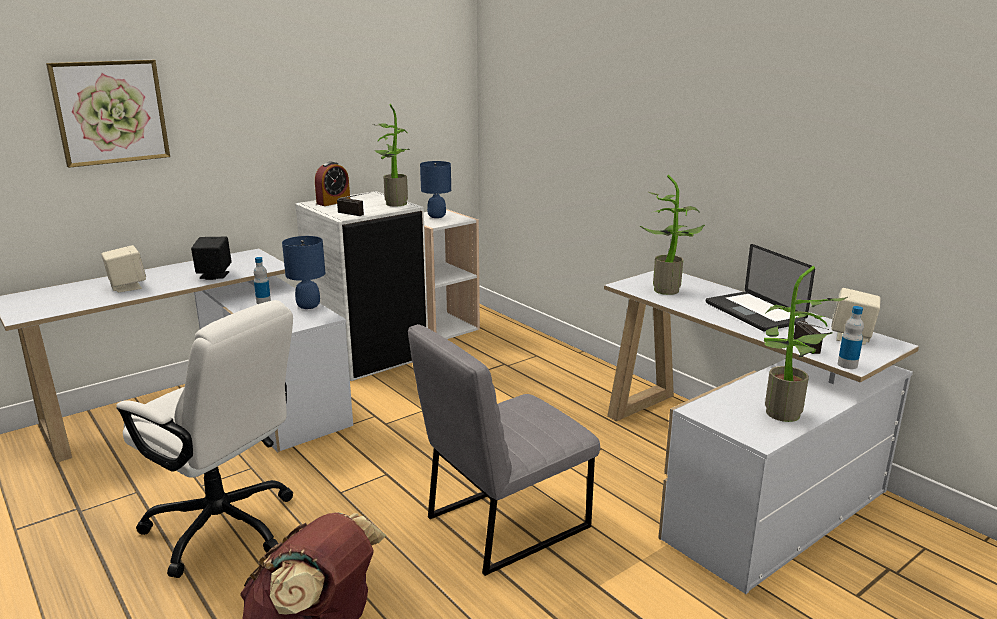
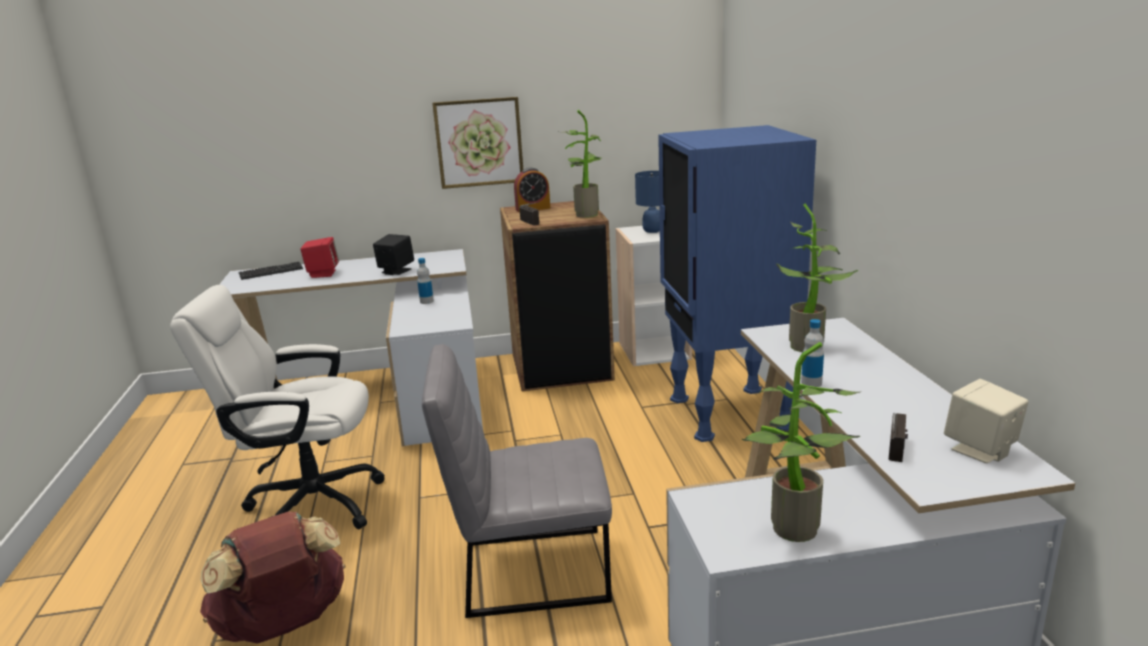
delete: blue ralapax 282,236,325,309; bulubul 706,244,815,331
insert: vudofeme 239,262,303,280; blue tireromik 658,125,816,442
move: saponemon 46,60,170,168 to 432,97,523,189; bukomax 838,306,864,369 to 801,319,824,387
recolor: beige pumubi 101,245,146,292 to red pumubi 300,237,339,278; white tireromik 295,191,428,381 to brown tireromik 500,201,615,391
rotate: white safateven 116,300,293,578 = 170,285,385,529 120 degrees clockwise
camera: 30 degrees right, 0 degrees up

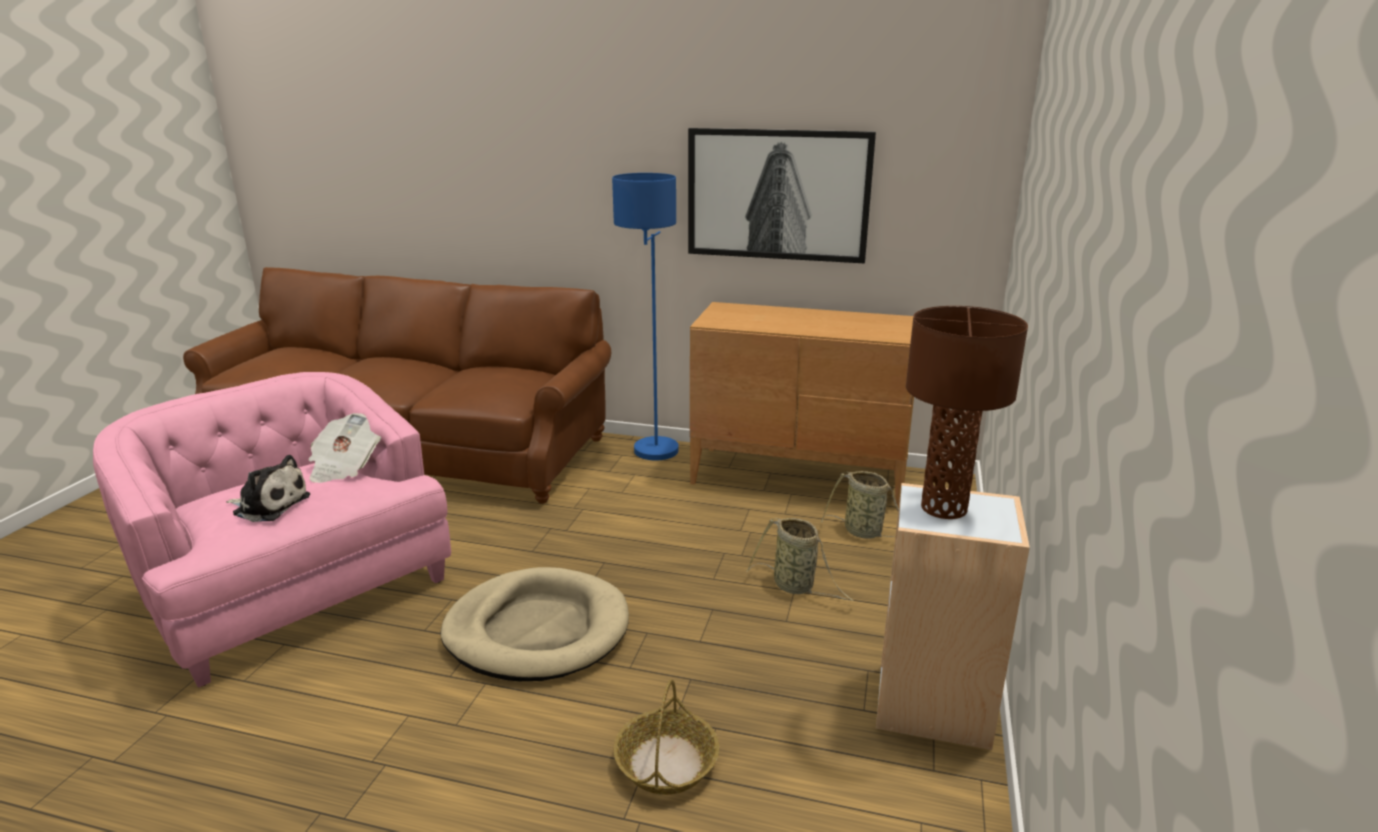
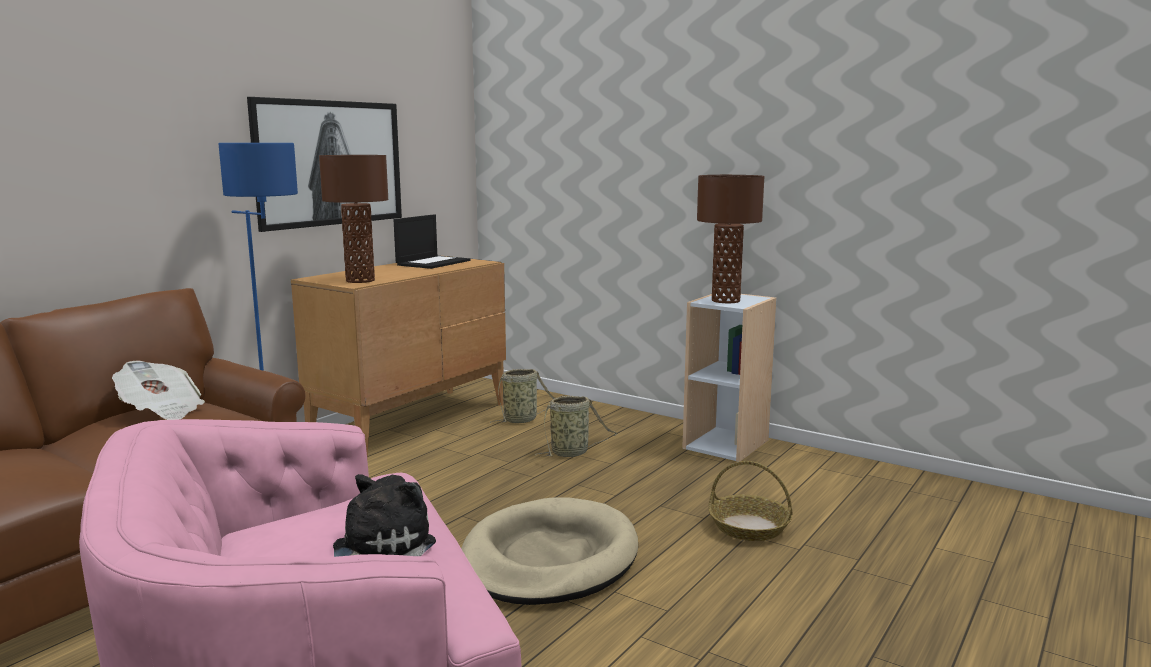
insert: brown ralapax 319,155,388,283; bulubul 394,214,471,269
move: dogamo 308,413,381,483 to 112,361,205,420
camera: 70 degrees left, 10 degrees down

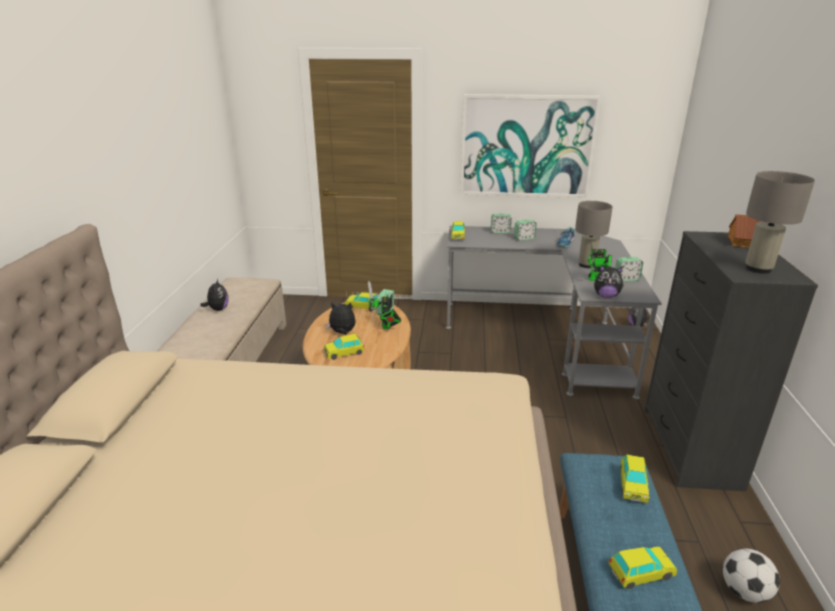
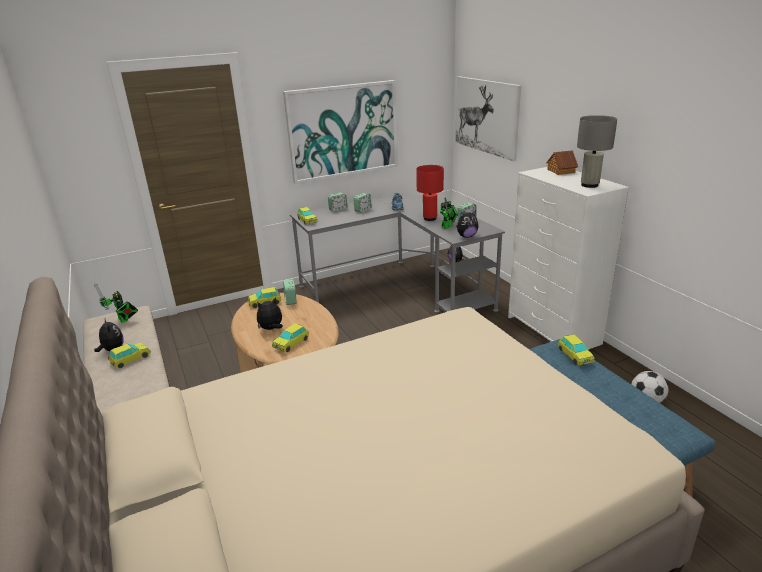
insert: saponemon 455,76,521,161
move: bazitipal 367,281,401,329 to 94,283,138,323; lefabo 608,547,678,589 to 108,343,151,368
recolor: grey ralapax 575,201,613,268 to red ralapax 416,165,444,221; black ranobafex 644,231,818,491 to white ranobafex 508,167,629,350
camera: 30 degrees left, 0 degrees up

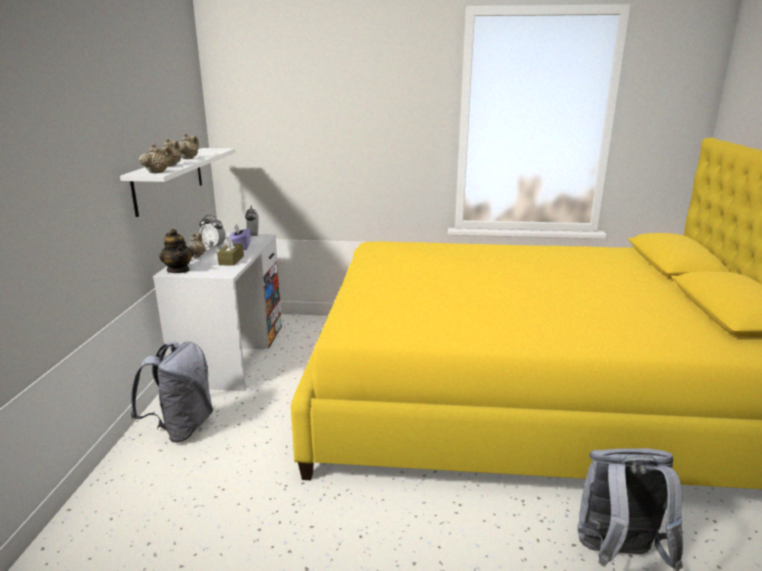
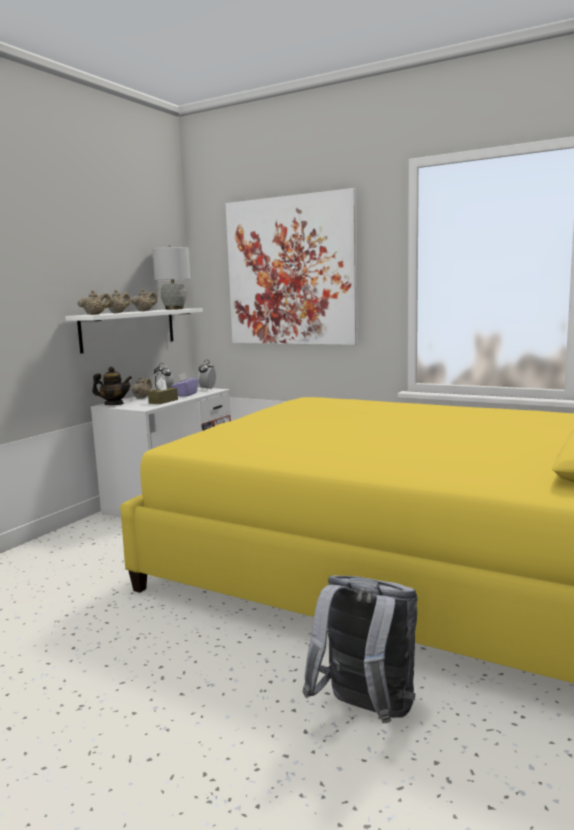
delete: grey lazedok 131,341,213,443
insert: white ralapax 152,245,190,310; saponemon 226,188,358,345
rotate: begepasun 160,229,193,273 = 92,367,132,405 75 degrees counterclockwise
camera: 25 degrees right, 10 degrees down

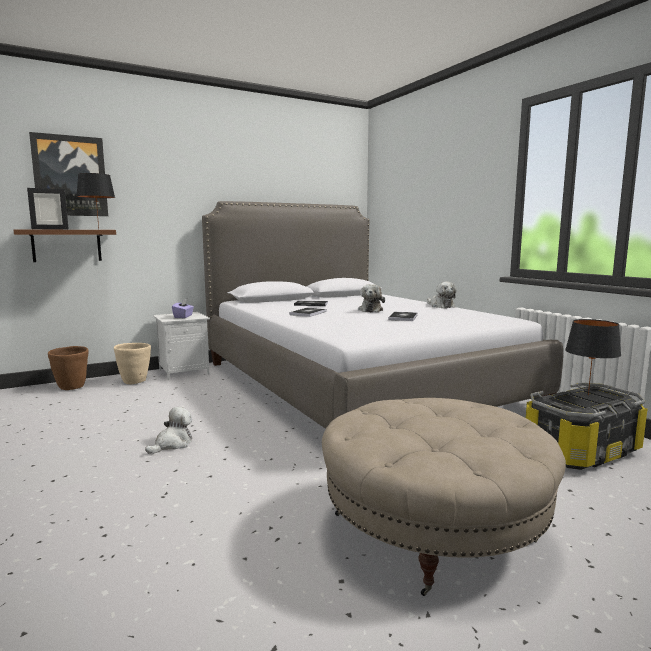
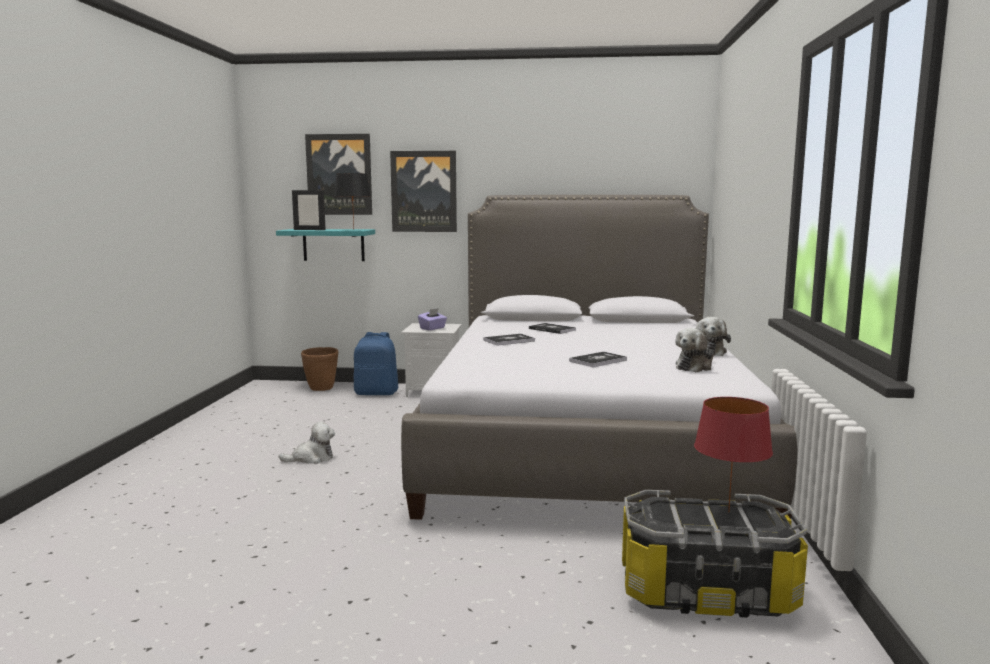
delete: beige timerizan 322,398,566,596
insert: saponemon 390,151,457,232
move: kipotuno 358,284,385,312 to 675,328,714,372
replace: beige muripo 114,343,151,384 to blue lazedok 354,332,398,395
recolor: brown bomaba 13,229,116,262 to turquoise bomaba 276,229,375,261; black ralapax 565,319,621,395 to red ralapax 694,397,773,513
camera: 35 degrees right, 0 degrees up

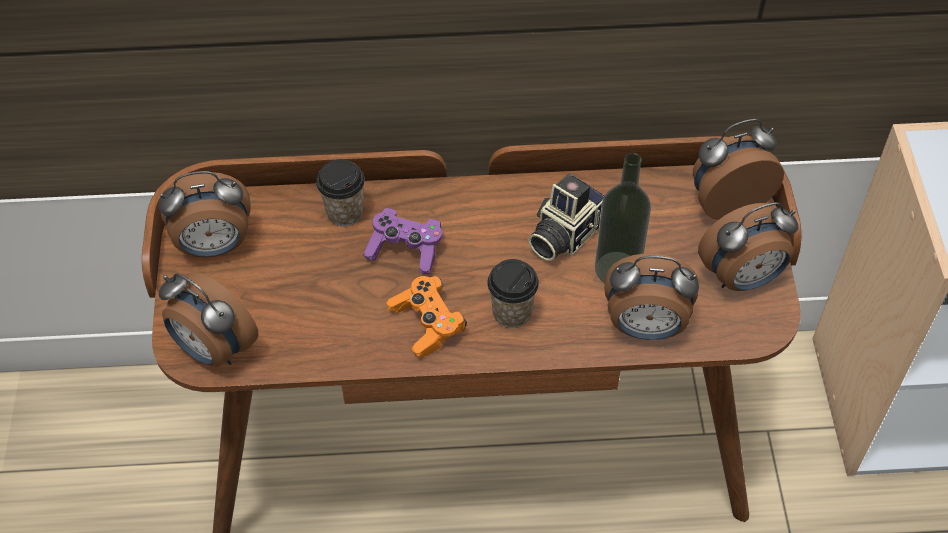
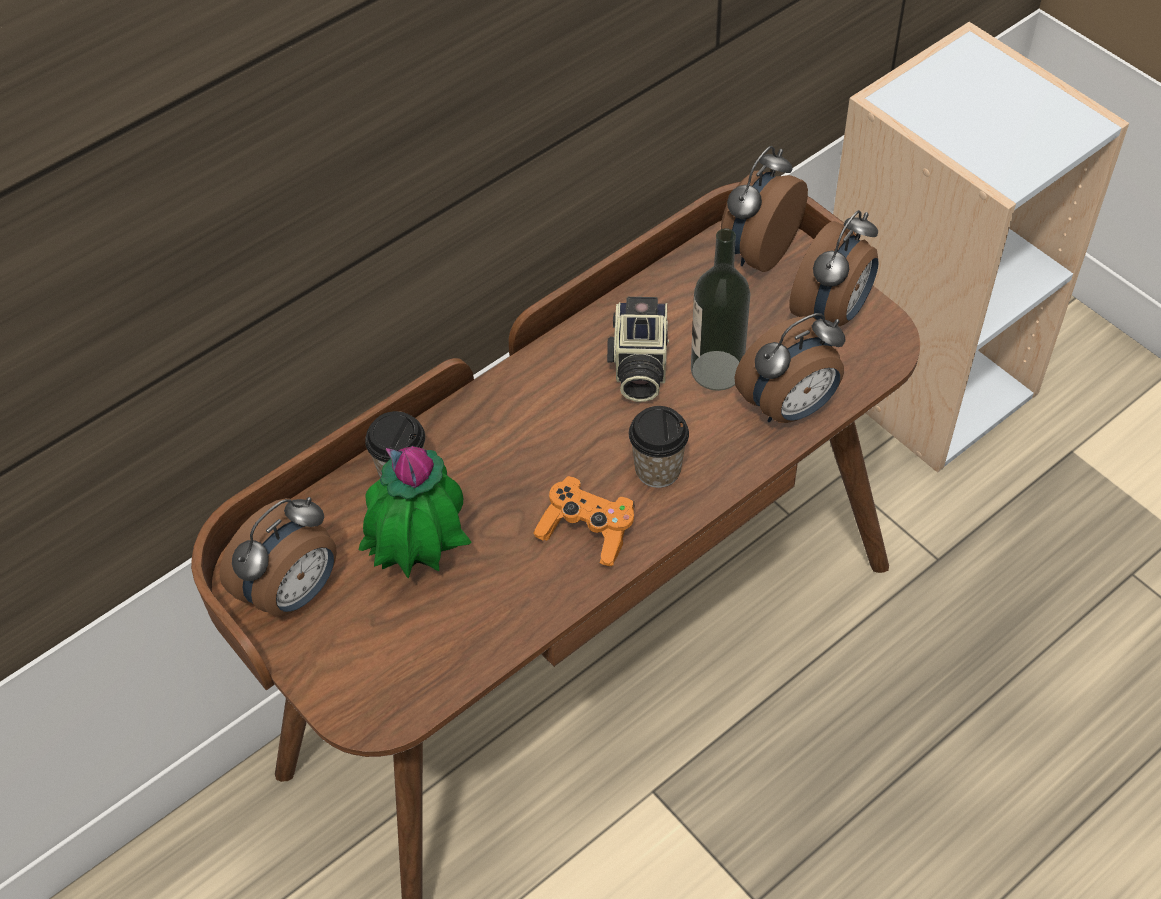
delete: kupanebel 159,272,259,367; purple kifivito 363,208,442,275
insert: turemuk 359,446,472,579
camera: 35 degrees left, 0 degrees up

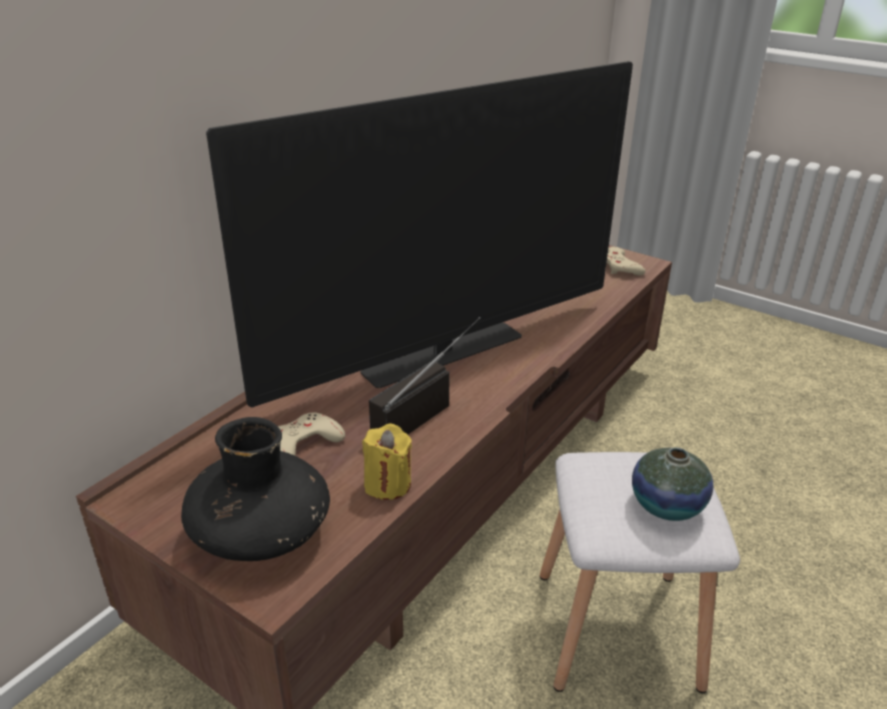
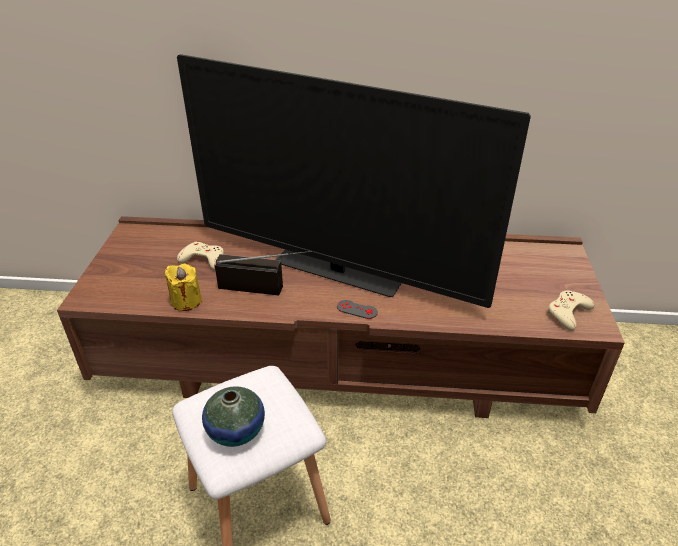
delete: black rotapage 181,417,330,561
insert: grey kifivito 337,300,378,319
camera: 60 degrees right, 5 degrees up

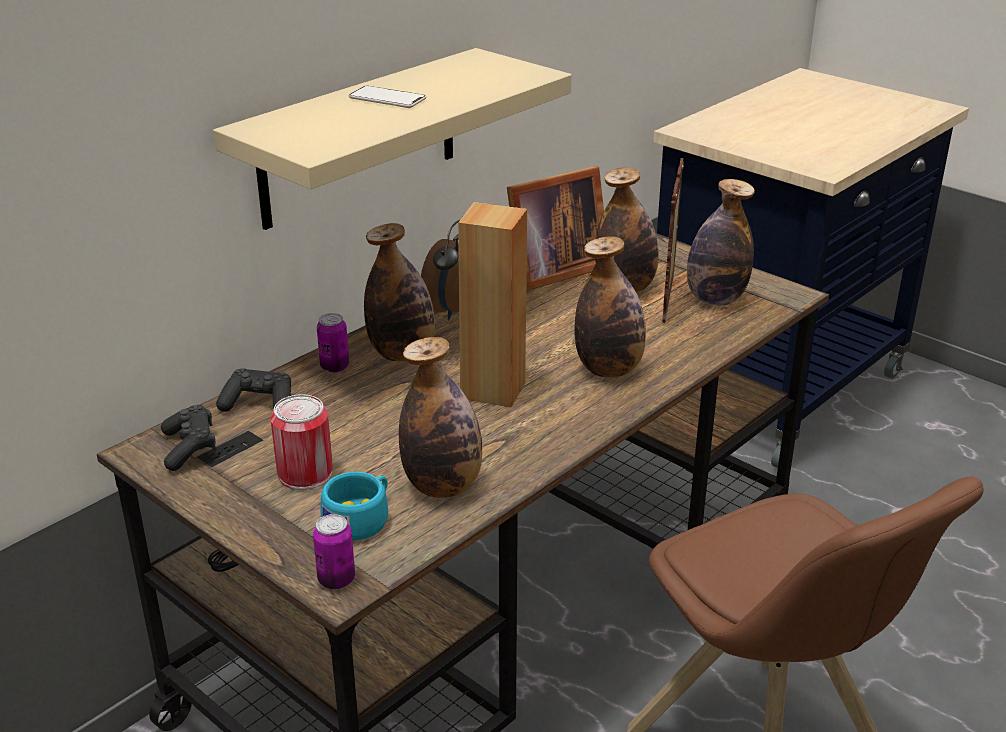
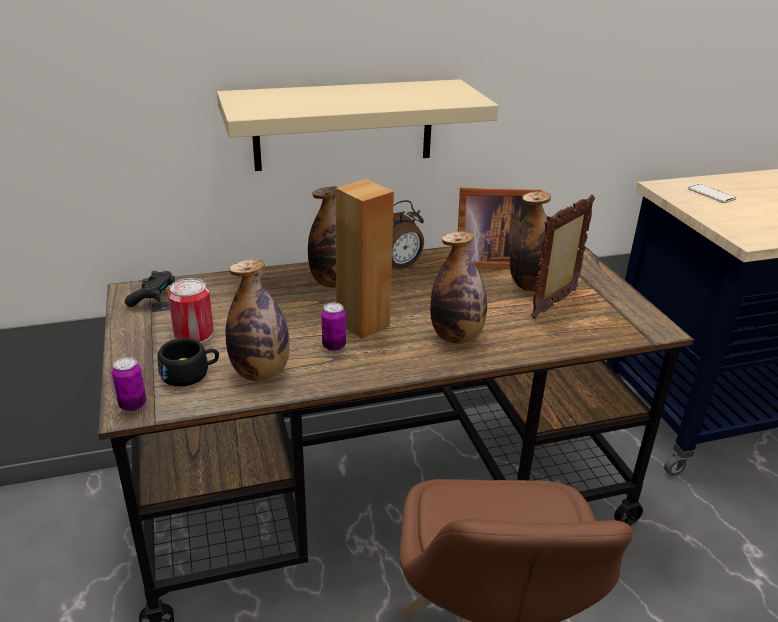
delete: black kifivito 216,368,291,412; bukomax 687,179,755,305
move: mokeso 317,313,349,373 to 321,302,346,351; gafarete 349,86,427,108 to 688,184,737,203
recolor: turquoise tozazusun 321,472,388,540 to black tozazusun 157,338,219,387
camera: 30 degrees right, 0 degrees up

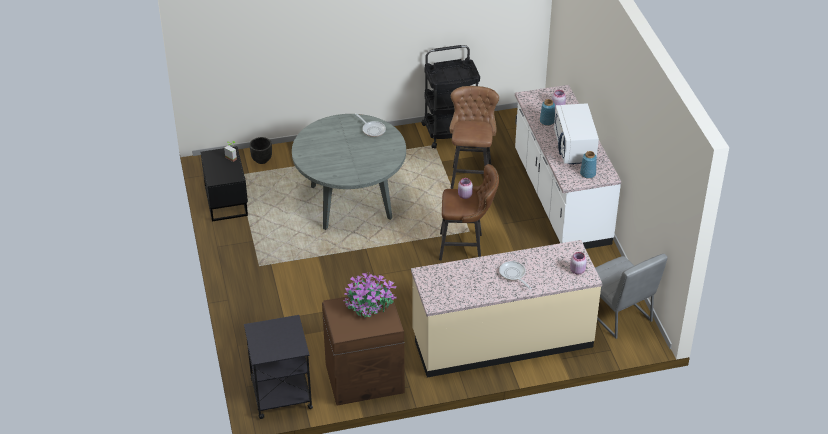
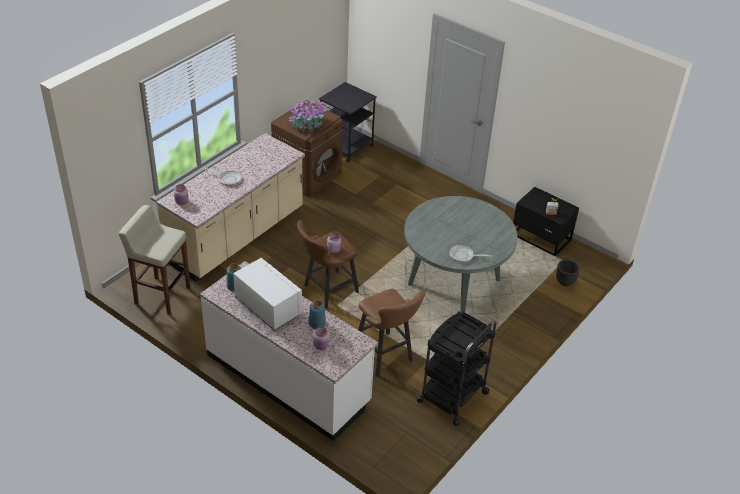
replace: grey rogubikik 595,254,668,339 to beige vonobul 119,205,190,315
camera: 140 degrees right, 0 degrees up

